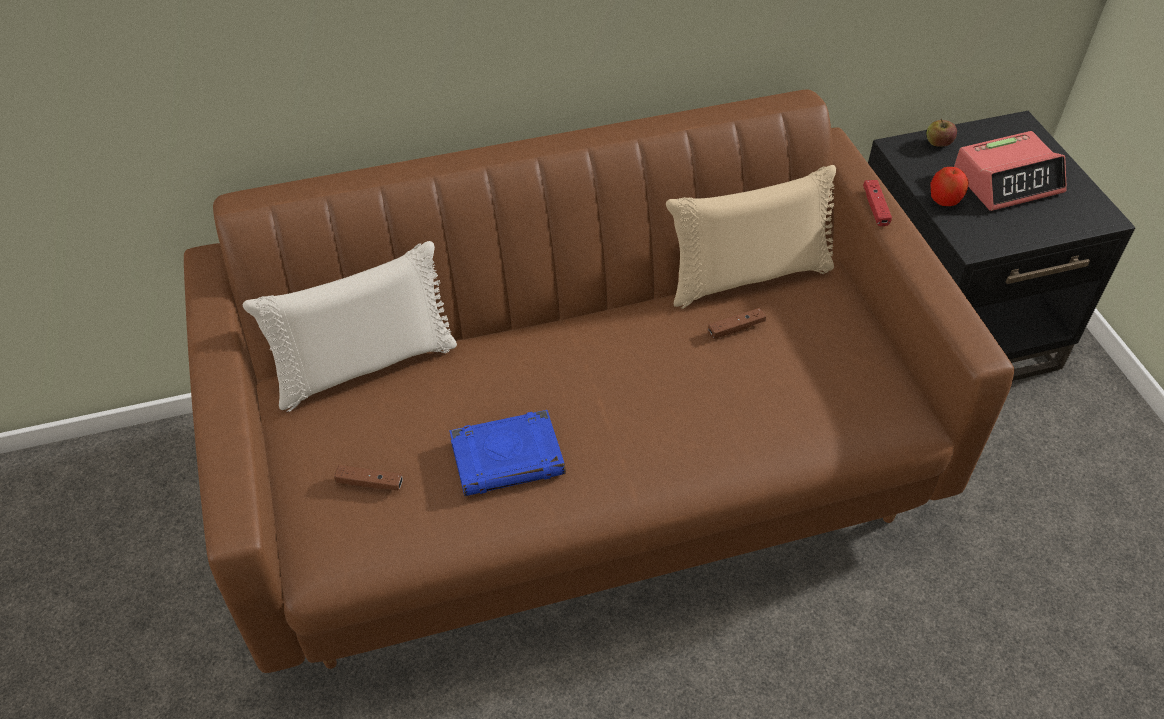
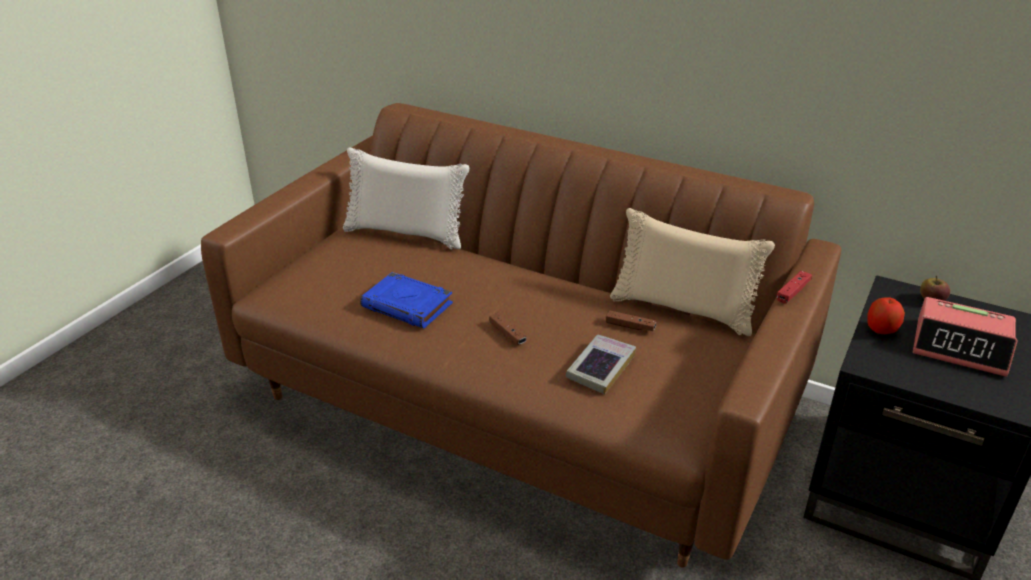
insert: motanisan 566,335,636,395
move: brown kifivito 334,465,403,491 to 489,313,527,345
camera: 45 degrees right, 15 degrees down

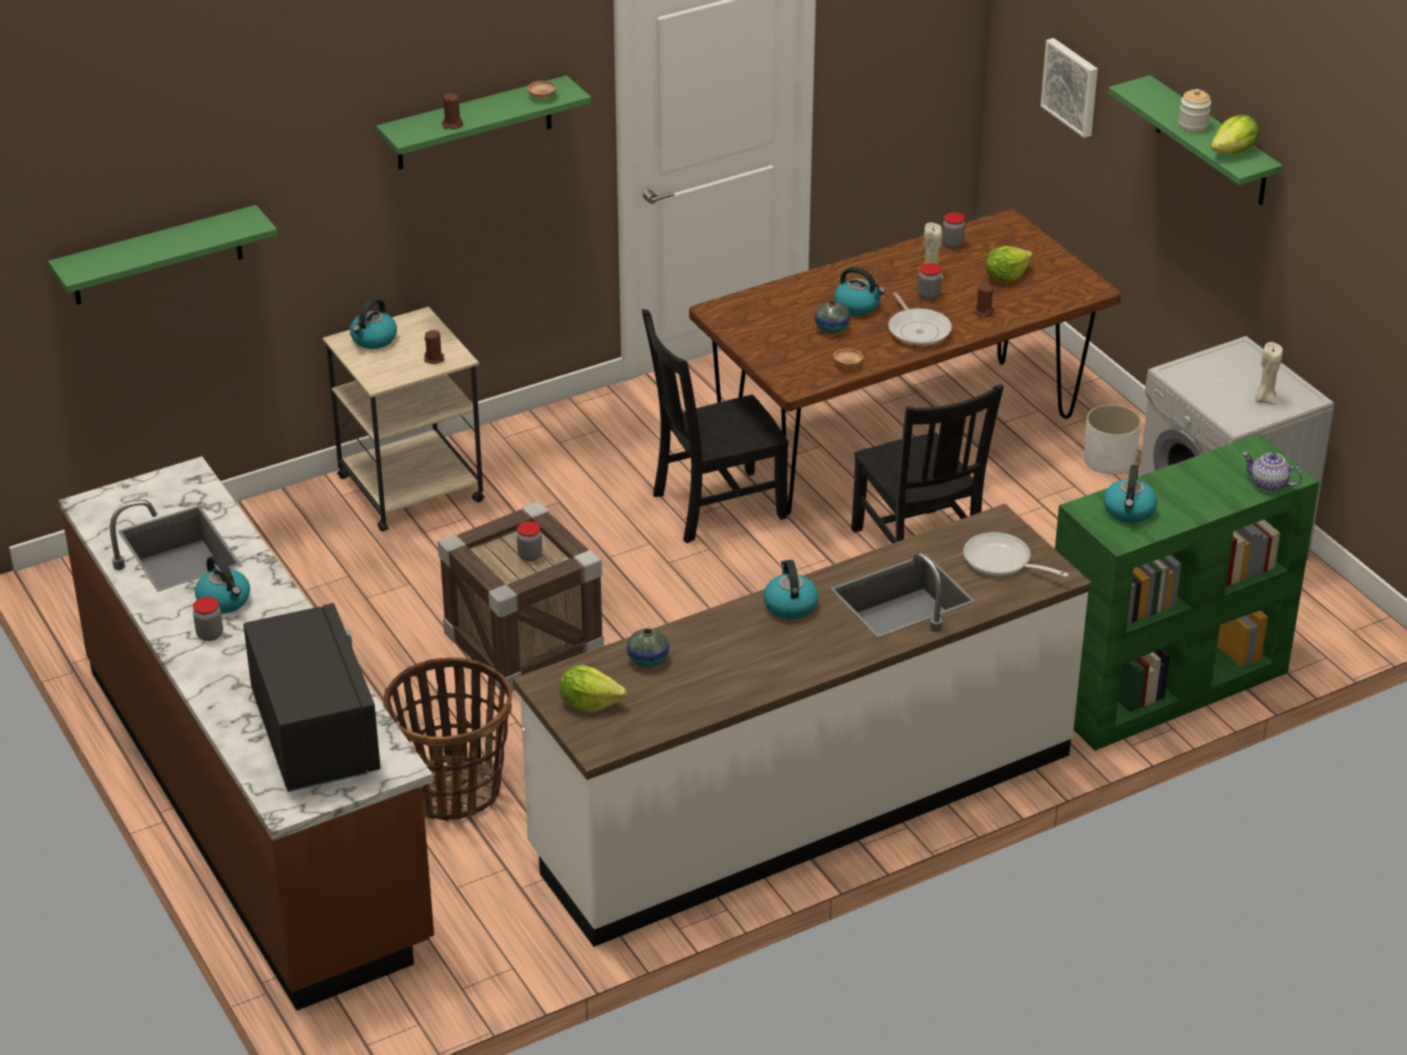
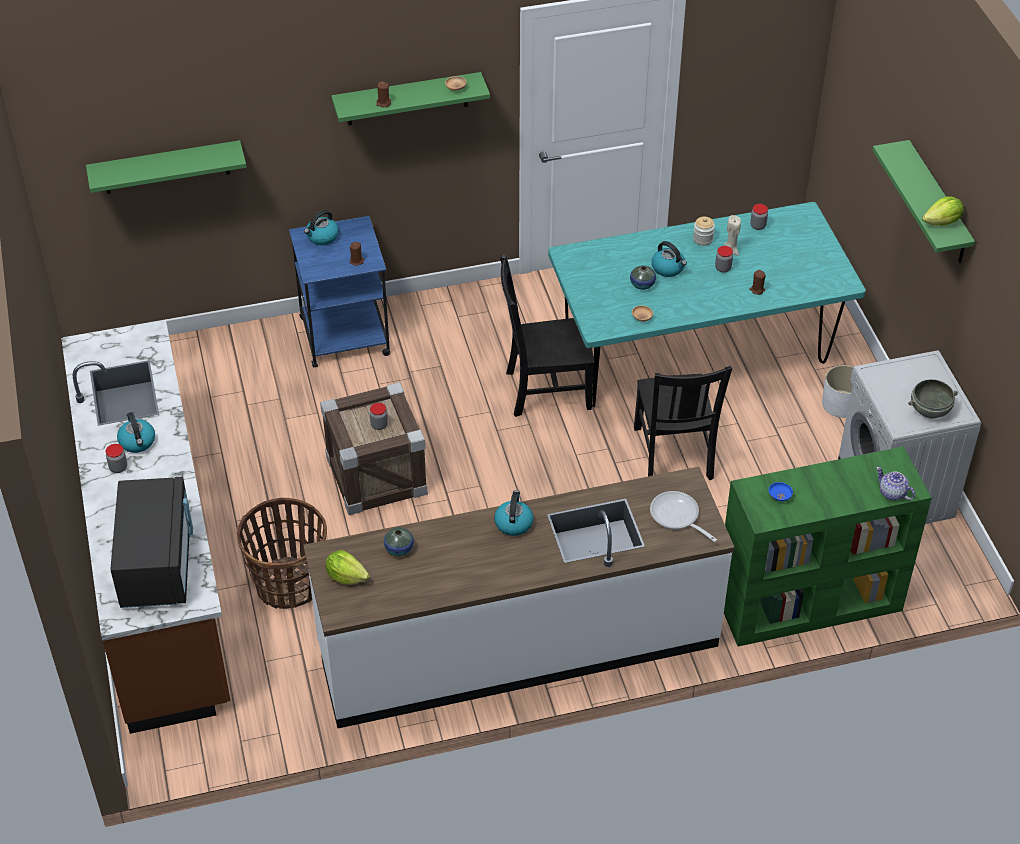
delete: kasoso 888,292,952,346; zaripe 986,246,1032,282; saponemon 1041,38,1098,138
move: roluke 1178,89,1211,132 to 693,217,715,246
replace: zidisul 1104,465,1157,523 to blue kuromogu 769,482,793,502; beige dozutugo 1255,342,1283,405 to grey kuromogu 908,379,958,419
recolor: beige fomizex 323,307,485,532 to blue fomizex 289,216,391,367; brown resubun 689,209,1121,515 to turquoise resubun 548,202,866,407
camera: 15 degrees right, 10 degrees up

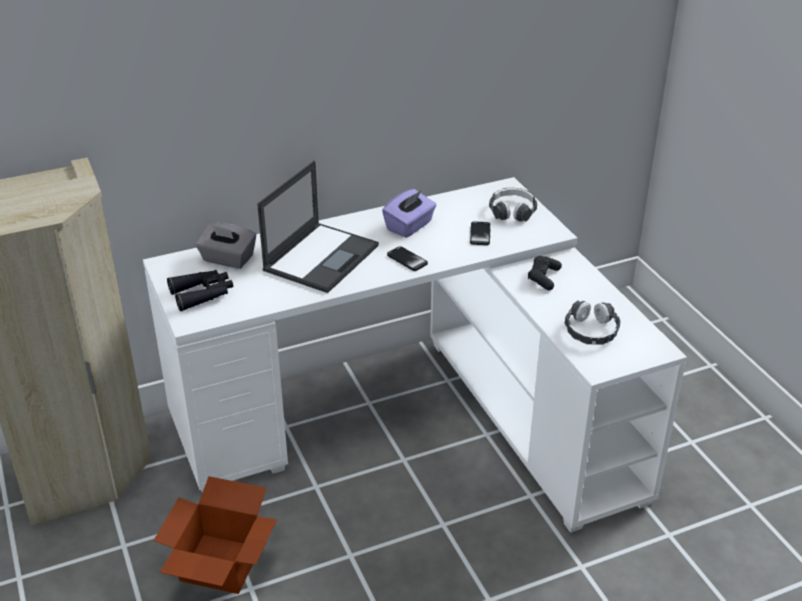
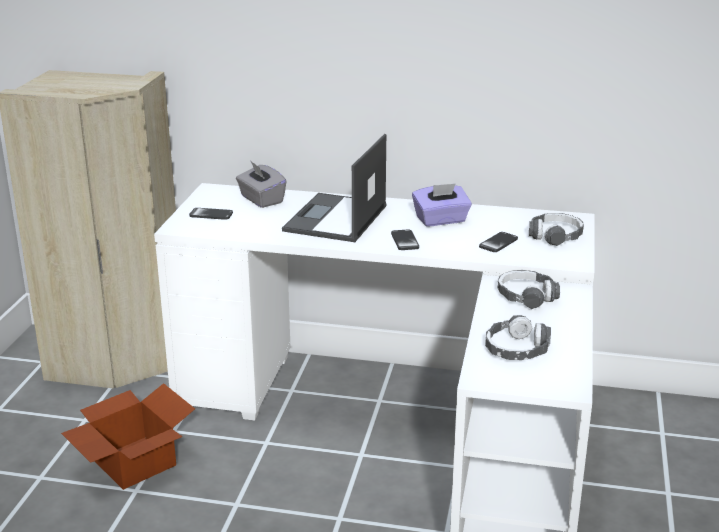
replace: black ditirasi 167,270,233,311 to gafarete 189,208,233,220; black kifivito 528,256,562,290 to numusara 498,270,560,309
rotate: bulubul 257,161,379,293 = 282,134,386,242 135 degrees clockwise
camera: 35 degrees right, 10 degrees down

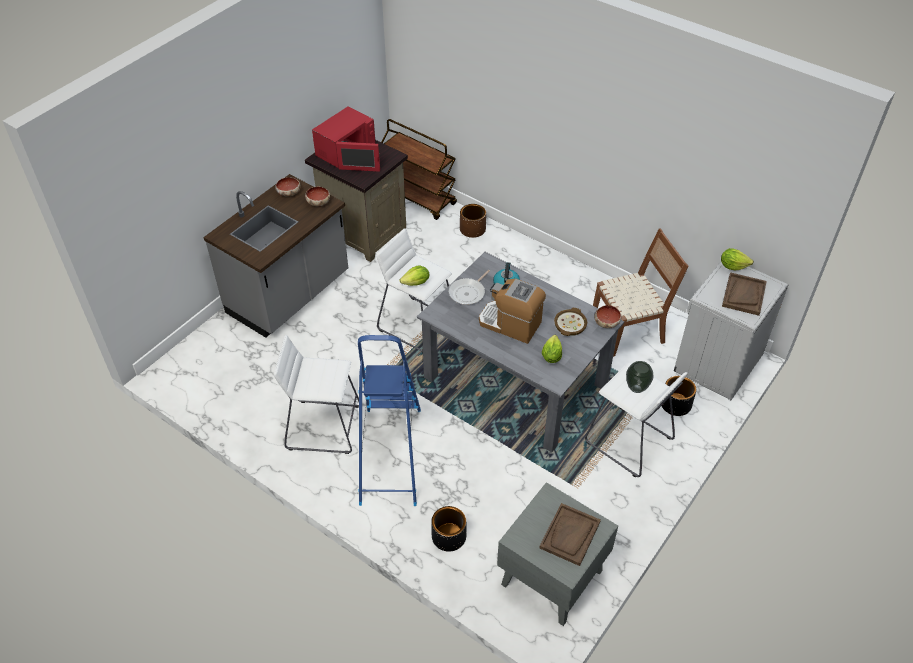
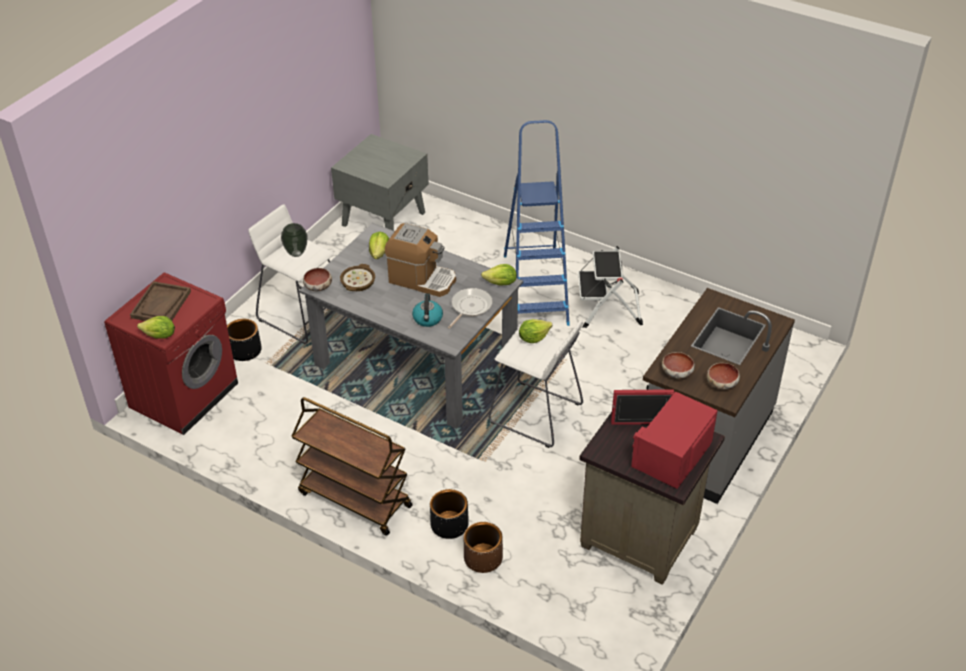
delete: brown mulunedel 539,503,601,566; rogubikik 593,228,689,357
insert: zaripe 481,264,517,285
move: brown fomizex 381,119,457,220 to 291,397,413,536; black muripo 431,506,467,551 to 430,489,469,539
replace: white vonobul 274,335,359,454 to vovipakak 578,246,643,328
recolor: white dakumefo 674,262,788,400 to red dakumefo 104,272,238,435
camera: 175 degrees right, 5 degrees down

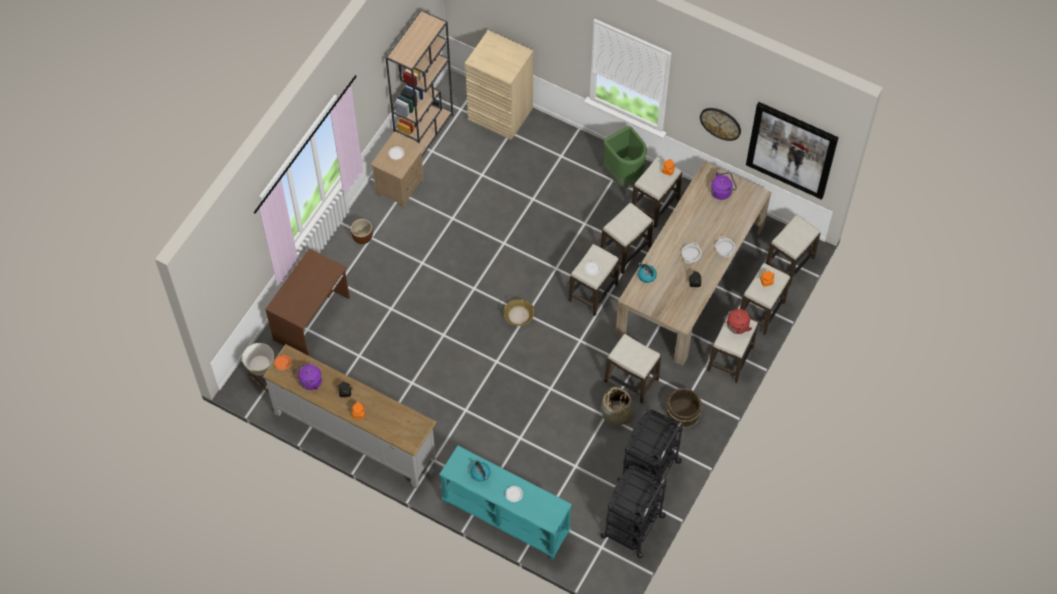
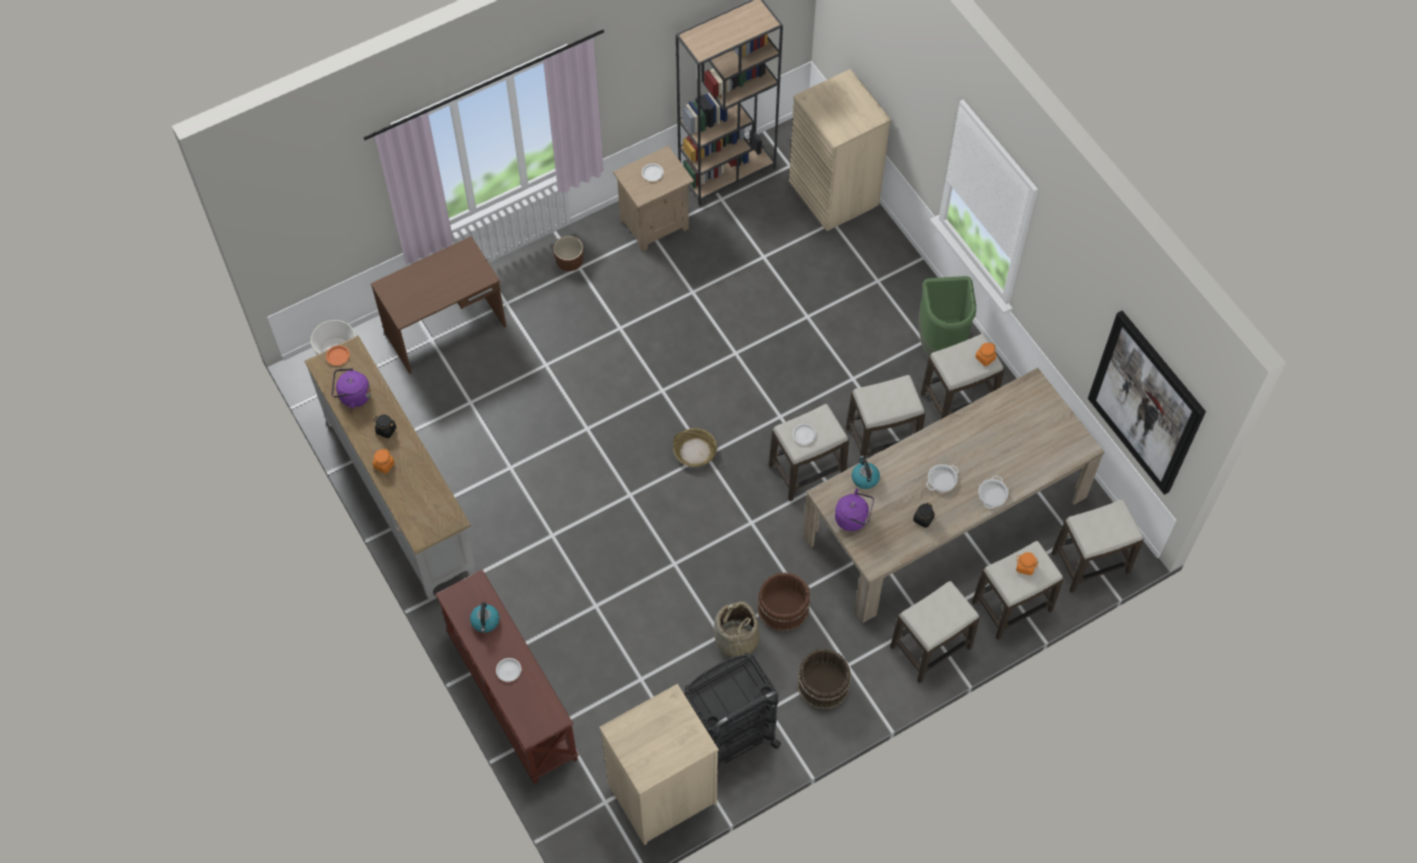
delete: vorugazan 700,108,741,141; red zidisul 724,309,752,334
move: purple zidisul 710,172,737,200 to 835,488,874,531
replace: black fomizex 600,465,667,558 to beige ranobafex 599,684,719,845; vonobul 604,334,661,403 to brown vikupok 757,572,810,632
recolor: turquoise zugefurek 440,445,572,560 to brown zugefurek 436,570,579,784
camera: 30 degrees right, 0 degrees up

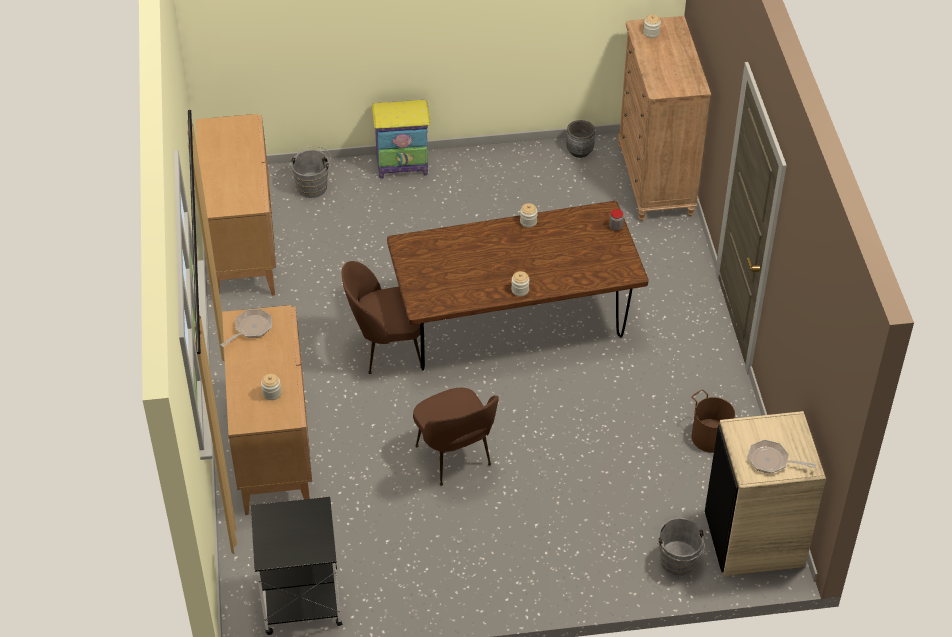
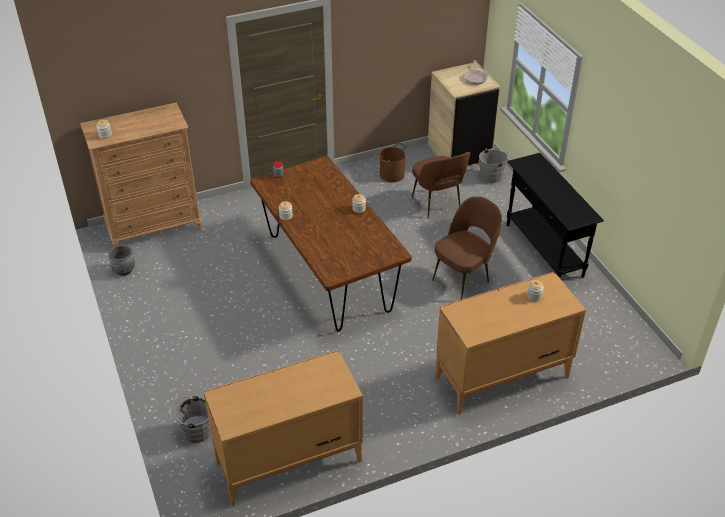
delete: kasoso 220,309,272,347; black fomizex 251,497,342,635; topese 372,100,431,179
insert: black zugefurek 507,153,604,278
move: brown rogubikik 341,261,424,374 to 412,152,470,218
camera: 105 degrees left, 5 degrees down

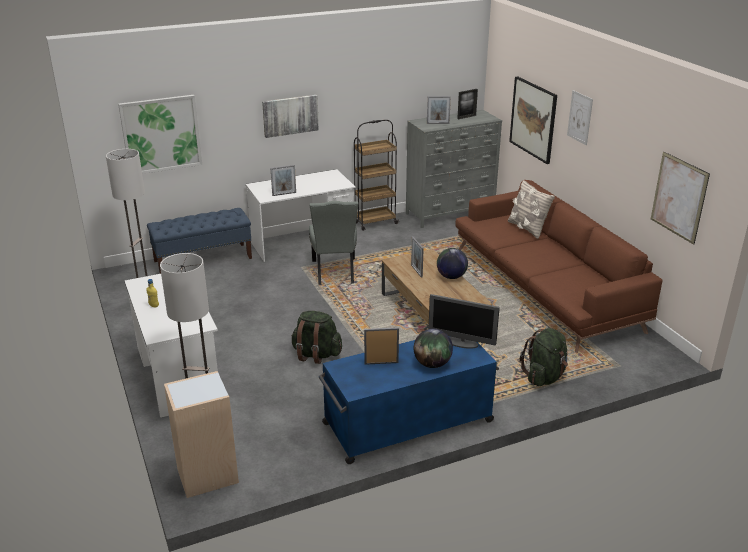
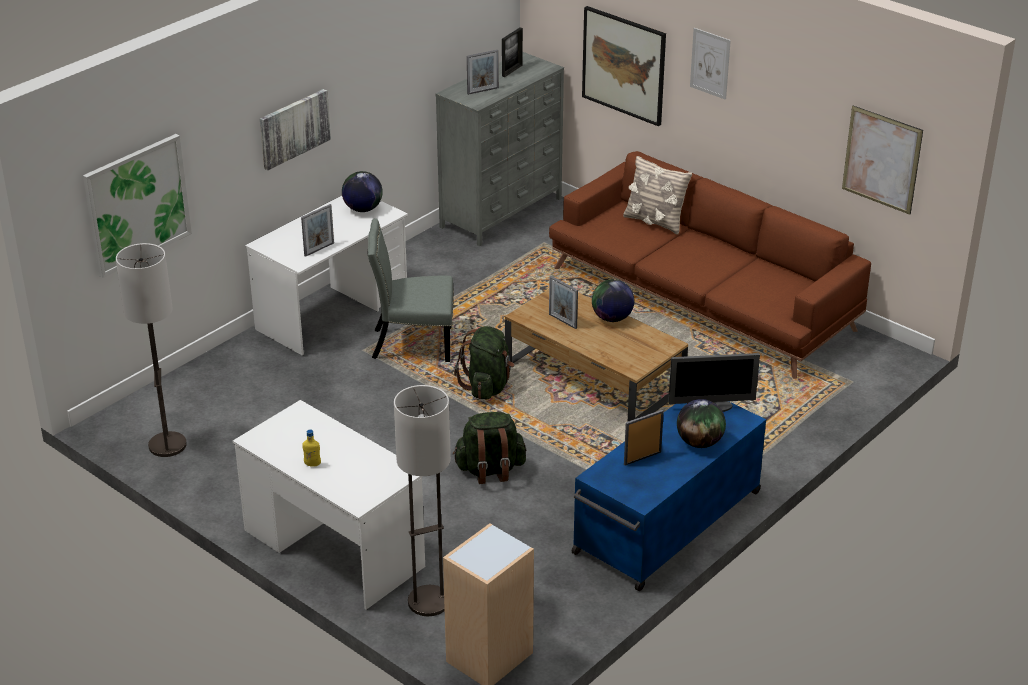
delete: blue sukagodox 147,208,252,274; brown fomizex 354,120,400,231
insert: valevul 342,171,383,212
move: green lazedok 519,328,568,386 to 454,326,514,399
rotate: grey rogubikik 309,201,359,285 = 368,218,454,362 120 degrees clockwise
camera: 25 degrees left, 5 degrees up

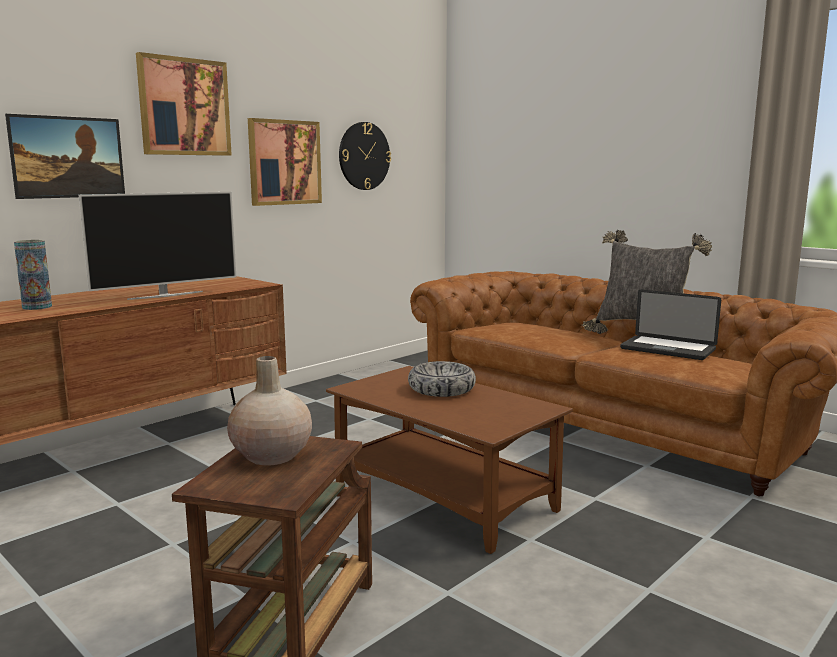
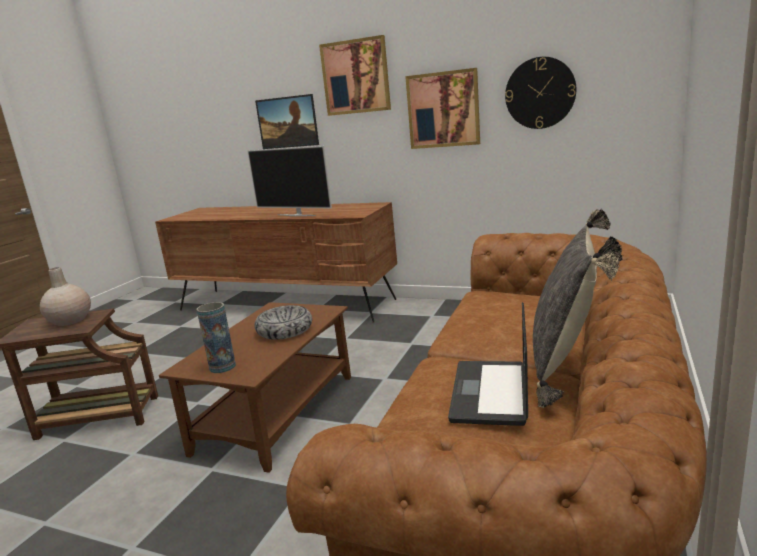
move: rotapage 14,240,52,310 to 197,302,236,373
camera: 70 degrees right, 5 degrees up

